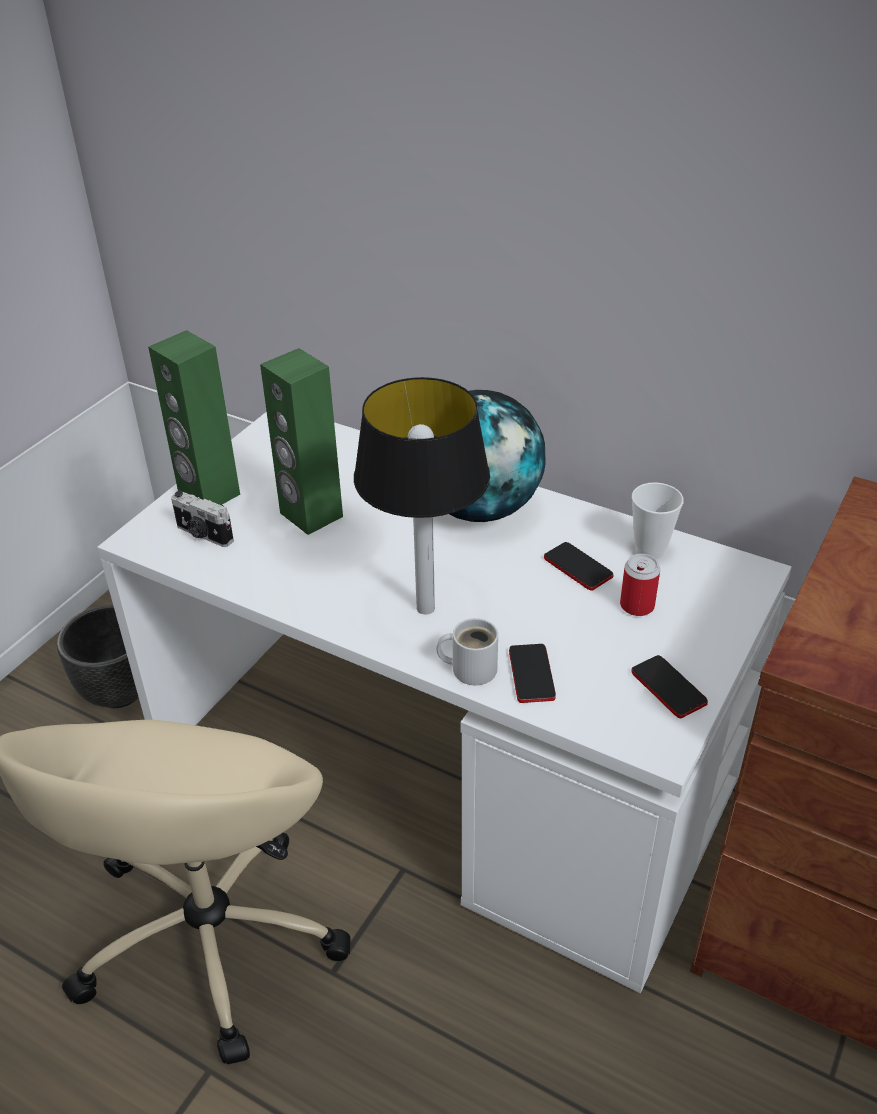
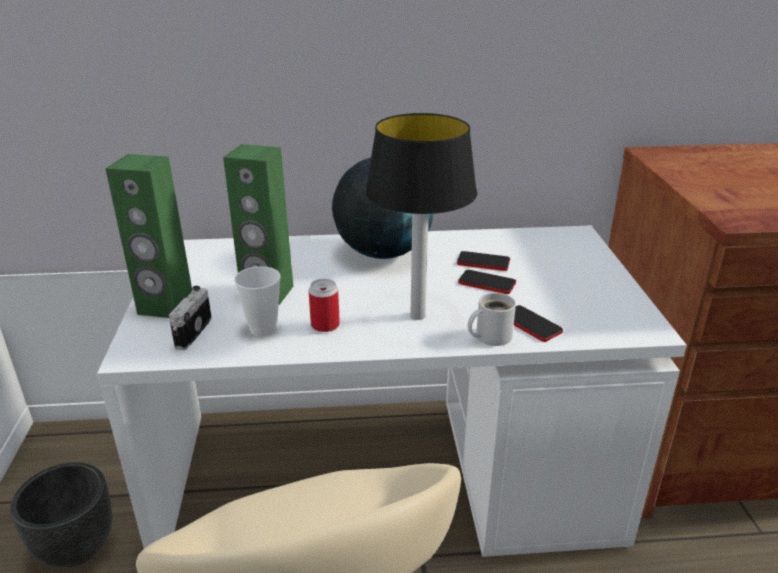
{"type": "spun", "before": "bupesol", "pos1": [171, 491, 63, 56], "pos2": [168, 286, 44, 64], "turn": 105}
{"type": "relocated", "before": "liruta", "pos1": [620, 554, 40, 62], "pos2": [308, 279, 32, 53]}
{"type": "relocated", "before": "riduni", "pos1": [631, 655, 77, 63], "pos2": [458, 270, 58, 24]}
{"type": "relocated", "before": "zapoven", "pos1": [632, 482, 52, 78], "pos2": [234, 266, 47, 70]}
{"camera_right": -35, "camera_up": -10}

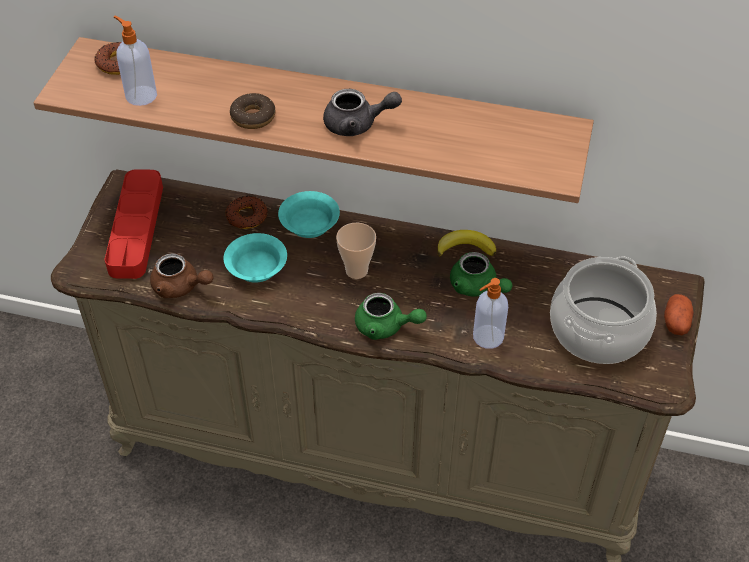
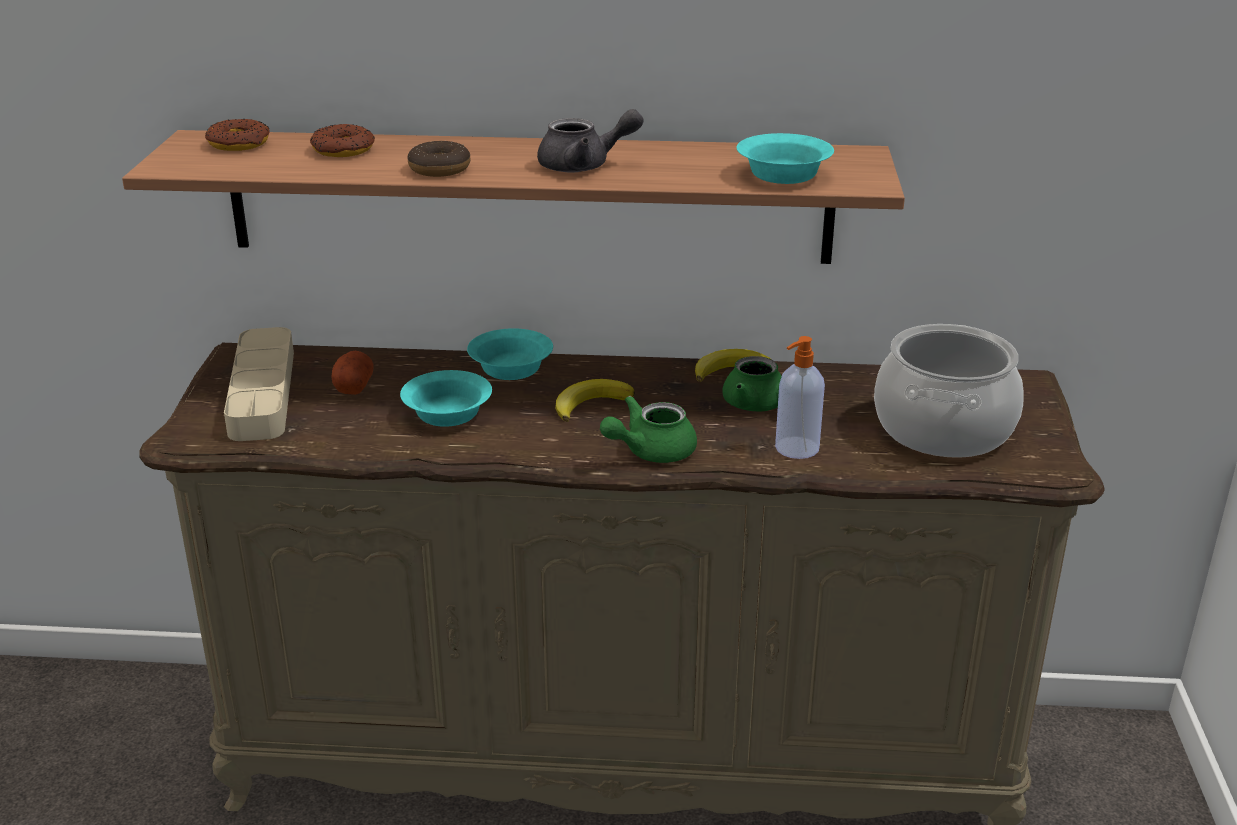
{"type": "colour", "before": "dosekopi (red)", "after": "dosekopi (beige)", "pos1": [104, 169, 59, 110], "pos2": [224, 327, 70, 114]}
{"type": "missing", "before": "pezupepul", "pos1": [114, 16, 43, 90]}
{"type": "missing", "before": "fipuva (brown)", "pos1": [150, 253, 64, 45]}
{"type": "relocated", "before": "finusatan", "pos1": [226, 196, 42, 33], "pos2": [310, 124, 65, 33]}
{"type": "exchanged", "before": "zapoven", "after": "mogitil", "pos1": [336, 223, 40, 56], "pos2": [555, 379, 80, 43]}
{"type": "spun", "before": "fipuva (green)", "pos1": [355, 293, 72, 47], "pos2": [600, 396, 97, 67], "turn": 135}
{"type": "relocated", "before": "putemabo", "pos1": [664, 294, 30, 41], "pos2": [332, 351, 42, 44]}
{"type": "appeared", "after": "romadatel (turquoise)", "pos2": [736, 133, 98, 51]}
{"camera_right": -10, "camera_up": -20}

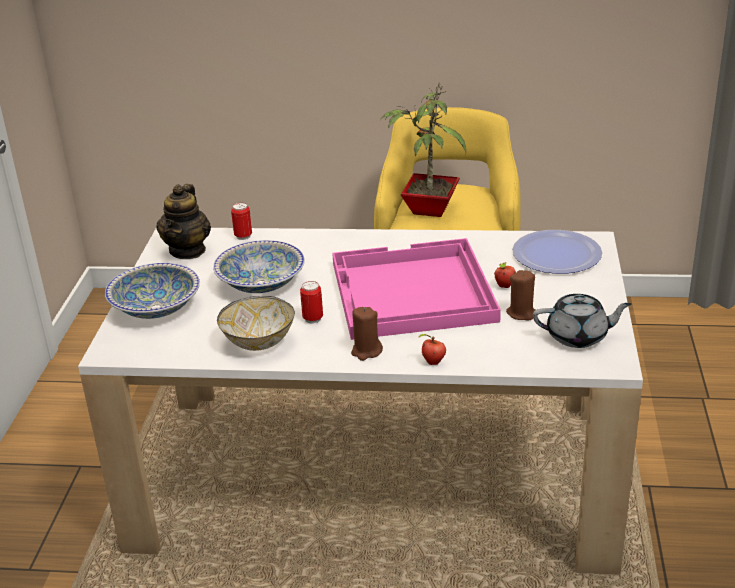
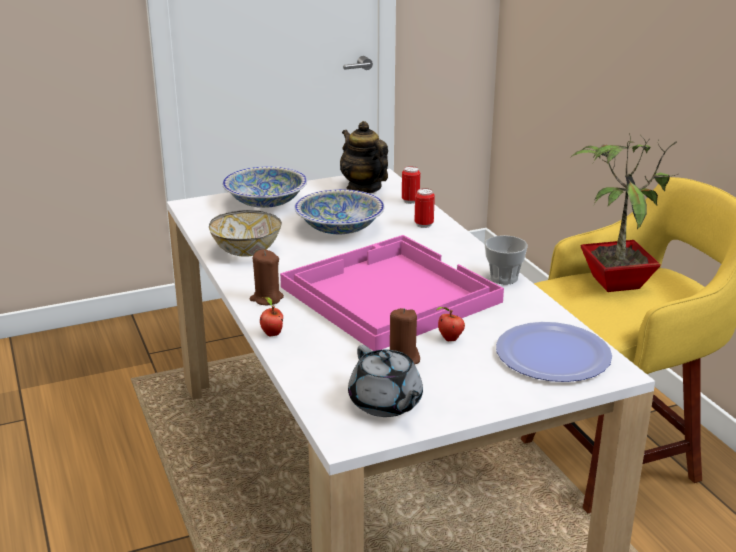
{"type": "spun", "before": "fipuva", "pos1": [156, 184, 55, 75], "pos2": [340, 121, 48, 72], "turn": 75}
{"type": "relocated", "before": "liruta", "pos1": [300, 281, 23, 42], "pos2": [415, 188, 20, 40]}
{"type": "appeared", "after": "zapoven", "pos2": [485, 235, 43, 49]}
{"camera_right": 60, "camera_up": -5}

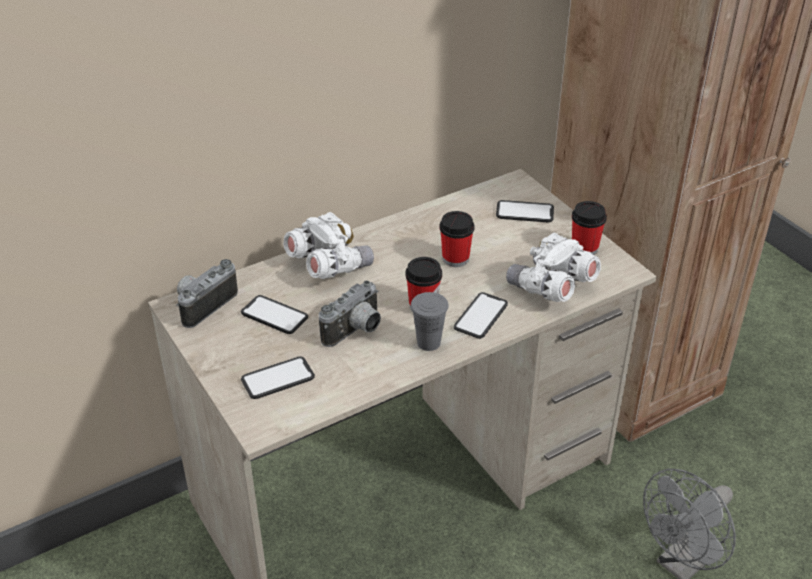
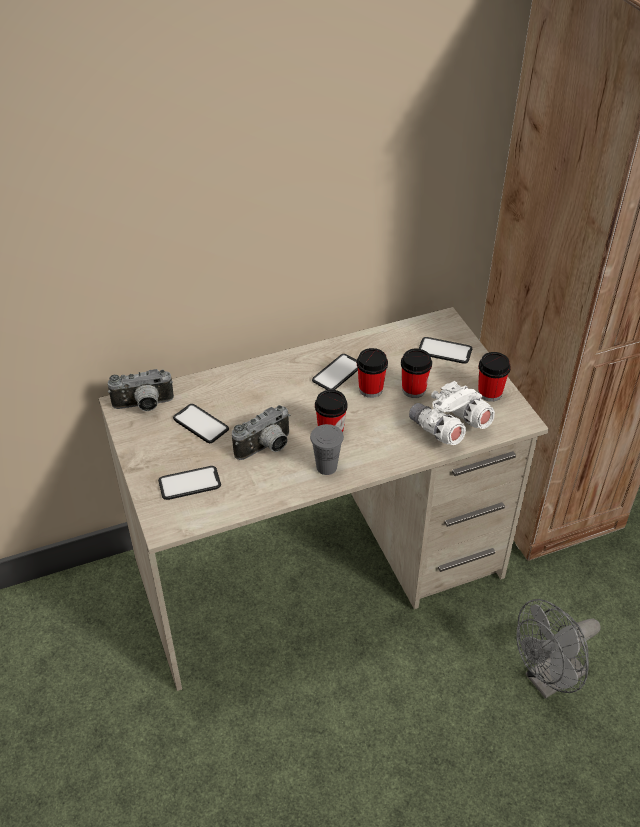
{"type": "spun", "before": "bupesol", "pos1": [176, 259, 62, 69], "pos2": [108, 369, 66, 42], "turn": -150}
{"type": "missing", "before": "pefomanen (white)", "pos1": [283, 212, 91, 67]}
{"type": "relocated", "before": "riduni", "pos1": [454, 292, 54, 47], "pos2": [312, 354, 46, 36]}
{"type": "appeared", "after": "zapoven", "pos2": [401, 349, 31, 49]}
{"camera_right": 10, "camera_up": 5}

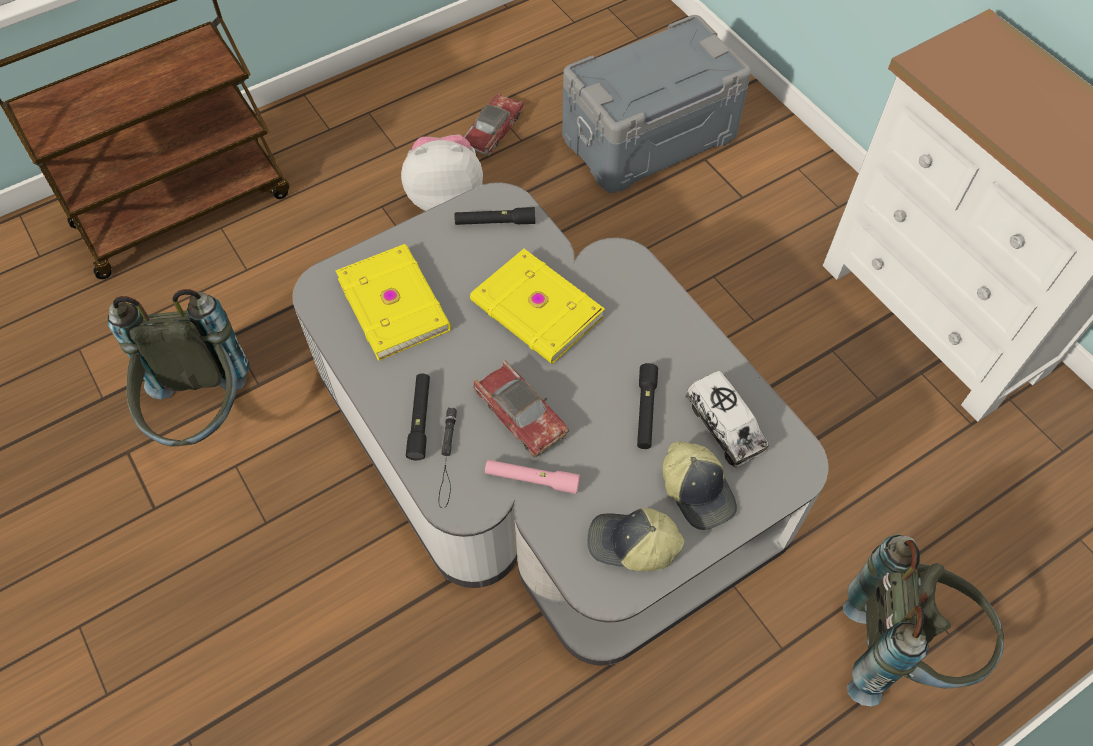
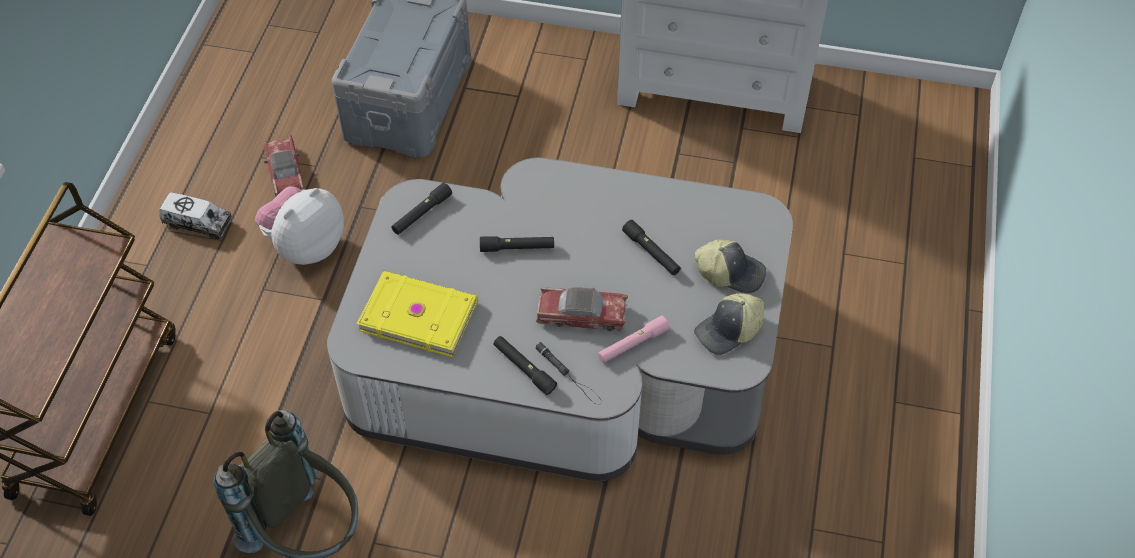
{"type": "exchanged", "before": "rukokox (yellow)", "after": "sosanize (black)", "pos1": [470, 249, 135, 115], "pos2": [480, 236, 74, 16]}
{"type": "relocated", "before": "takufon", "pos1": [686, 371, 83, 96], "pos2": [159, 192, 73, 48]}
{"type": "missing", "before": "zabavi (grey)", "pos1": [843, 535, 161, 172]}
{"camera_right": -45, "camera_up": -5}

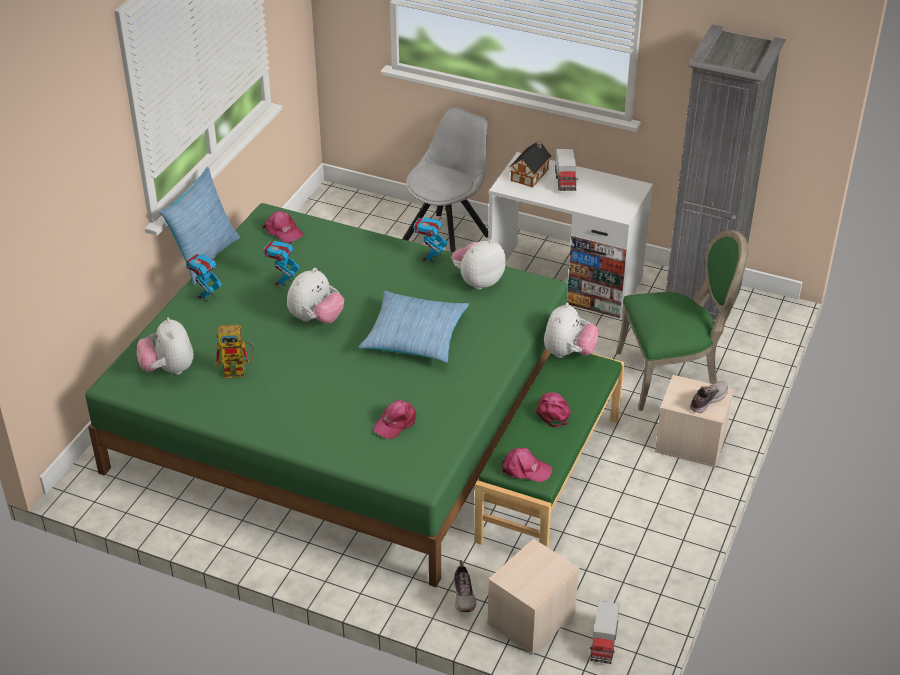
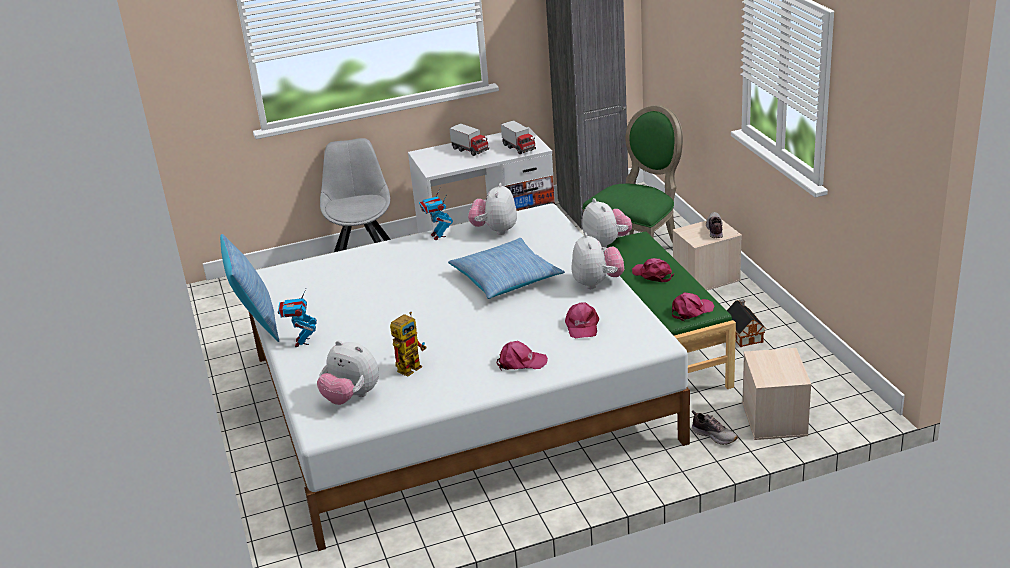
{"type": "colour", "before": "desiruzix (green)", "after": "desiruzix (white)", "pos1": [85, 203, 483, 384], "pos2": [248, 203, 442, 348]}
{"type": "relocated", "before": "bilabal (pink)", "pos1": [263, 211, 40, 32], "pos2": [496, 341, 52, 29]}
{"type": "missing", "before": "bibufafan", "pos1": [263, 238, 37, 48]}
{"type": "relocated", "before": "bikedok", "pos1": [287, 268, 57, 56], "pos2": [572, 232, 52, 57]}
{"type": "relocated", "before": "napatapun", "pos1": [510, 141, 42, 47], "pos2": [727, 299, 38, 48]}
{"type": "relocated", "before": "takufon", "pos1": [590, 601, 30, 63], "pos2": [501, 120, 35, 34]}
{"camera_right": -40, "camera_up": -10}

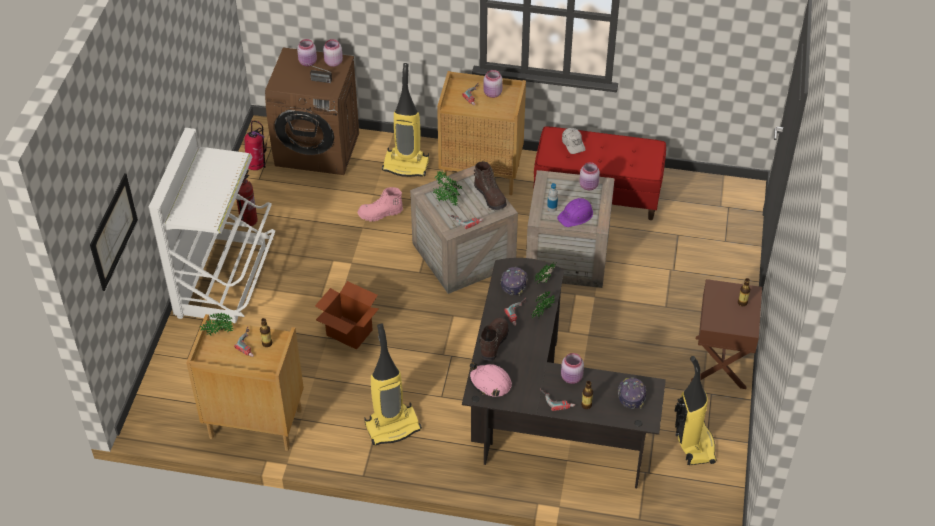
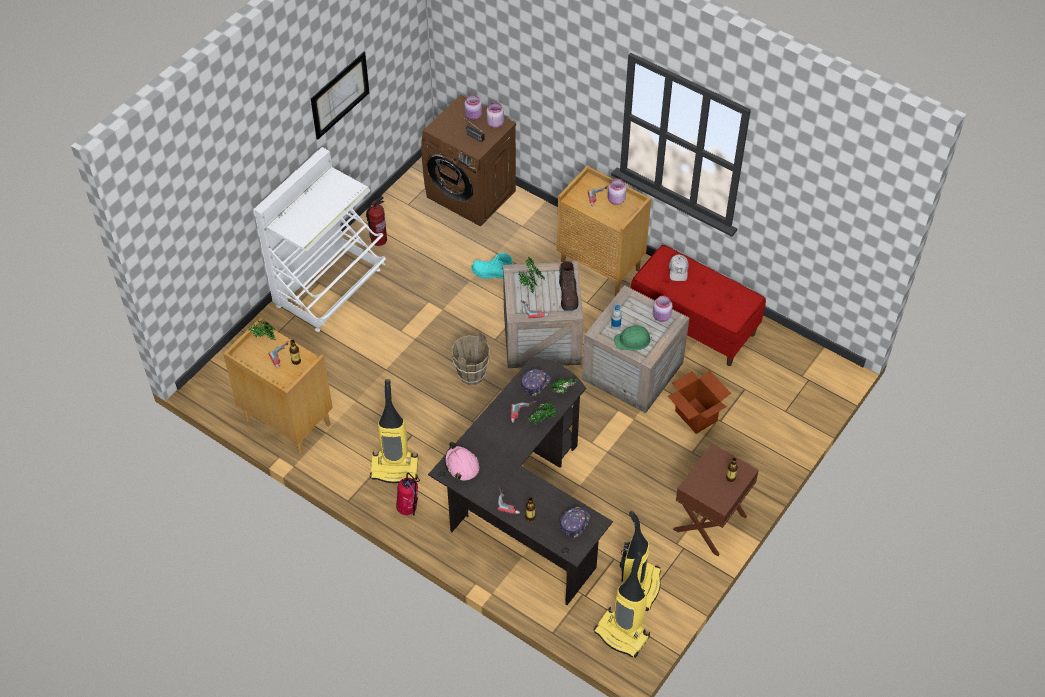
{"type": "relocated", "before": "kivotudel", "pos1": [90, 173, 48, 118], "pos2": [311, 52, 59, 88]}
{"type": "relocated", "before": "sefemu", "pos1": [244, 121, 23, 49], "pos2": [396, 473, 24, 43]}
{"type": "relocated", "before": "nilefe", "pos1": [315, 281, 64, 69], "pos2": [668, 370, 63, 64]}
{"type": "colour", "before": "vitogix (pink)", "after": "vitogix (turquoise)", "pos1": [358, 187, 45, 35], "pos2": [471, 253, 42, 26]}
{"type": "relocated", "before": "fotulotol", "pos1": [382, 63, 47, 114], "pos2": [594, 552, 56, 106]}
{"type": "missing", "before": "vitogix (brown)", "pos1": [479, 318, 30, 43]}
{"type": "colour", "before": "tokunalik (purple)", "after": "tokunalik (green)", "pos1": [557, 198, 36, 29], "pos2": [614, 326, 39, 25]}
{"type": "missing", "before": "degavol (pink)", "pos1": [561, 353, 23, 31]}
{"type": "appeared", "after": "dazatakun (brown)", "pos2": [451, 332, 39, 53]}
{"camera_right": 25, "camera_up": 5}

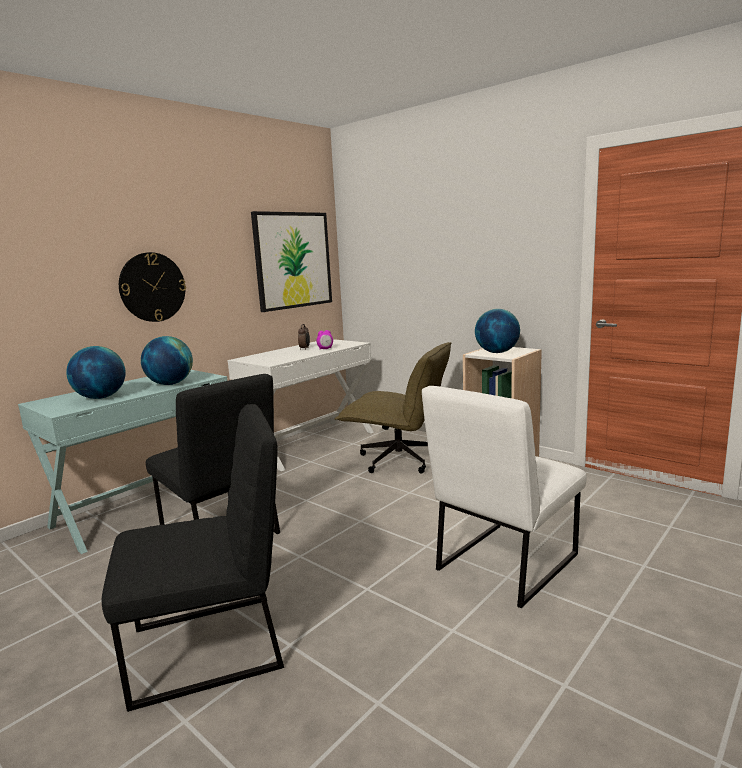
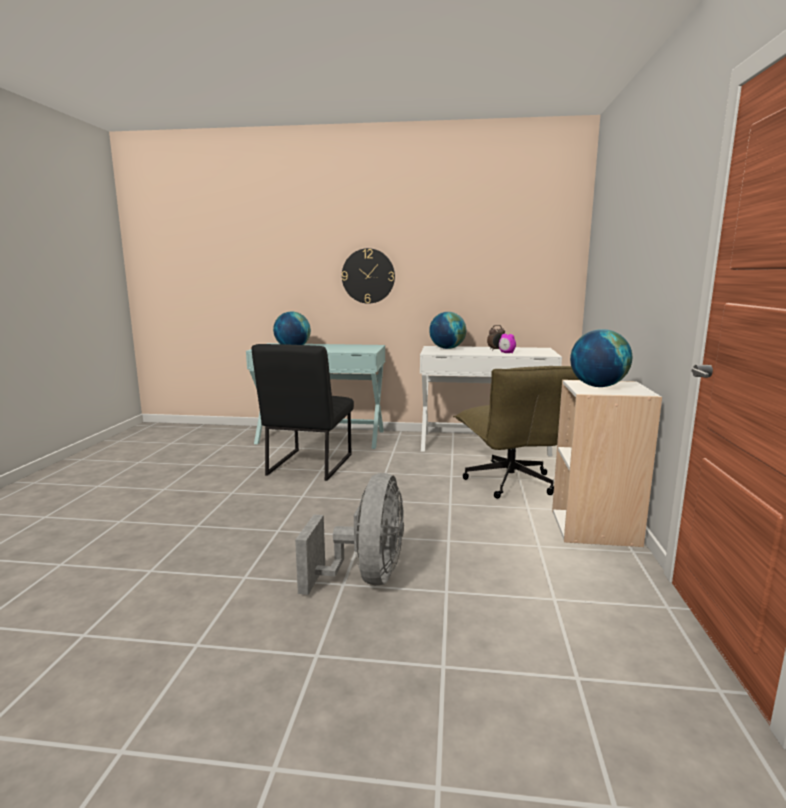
{"type": "missing", "before": "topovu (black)", "pos1": [102, 404, 182, 308]}
{"type": "relocated", "before": "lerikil", "pos1": [141, 336, 52, 49], "pos2": [429, 312, 37, 37]}
{"type": "missing", "before": "kivotudel", "pos1": [251, 211, 81, 101]}
{"type": "exchanged", "before": "topovu (white)", "after": "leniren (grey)", "pos1": [422, 386, 165, 222], "pos2": [295, 473, 109, 122]}
{"camera_right": 55, "camera_up": 0}

